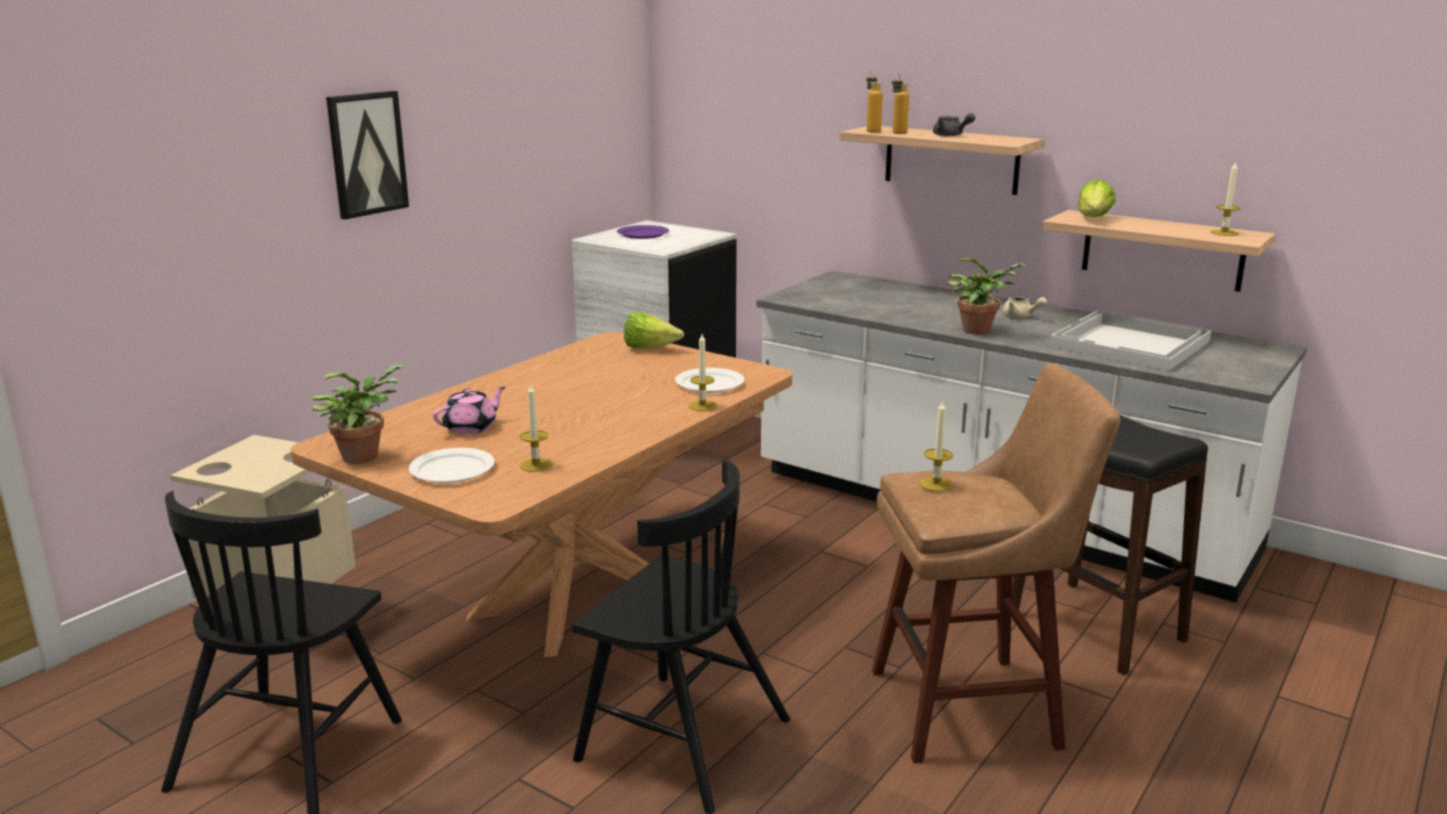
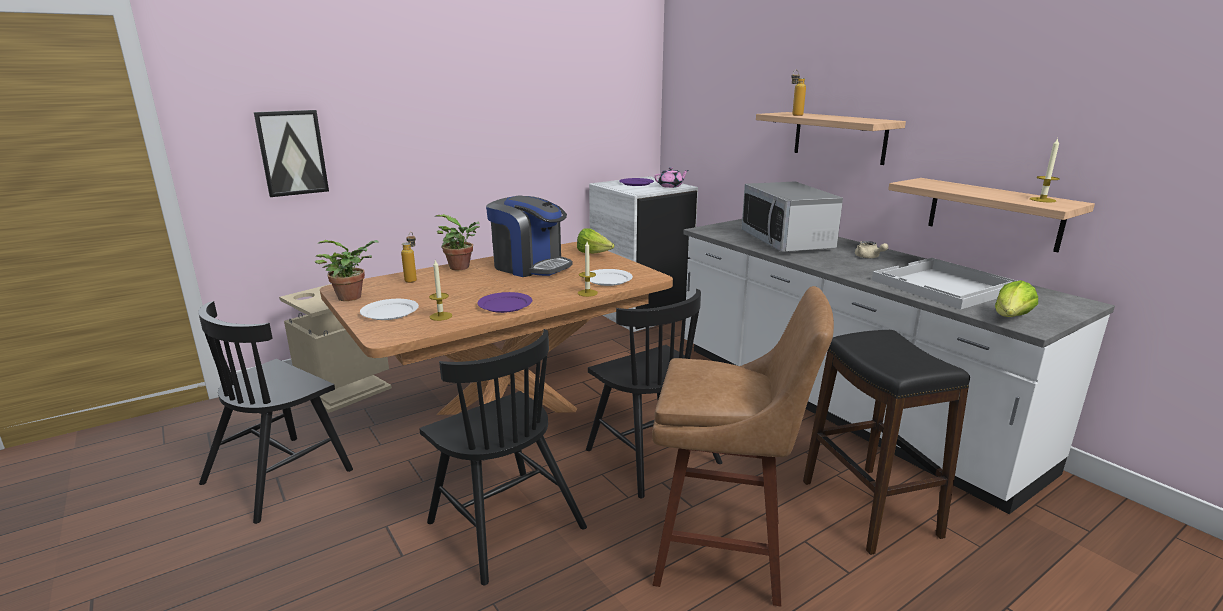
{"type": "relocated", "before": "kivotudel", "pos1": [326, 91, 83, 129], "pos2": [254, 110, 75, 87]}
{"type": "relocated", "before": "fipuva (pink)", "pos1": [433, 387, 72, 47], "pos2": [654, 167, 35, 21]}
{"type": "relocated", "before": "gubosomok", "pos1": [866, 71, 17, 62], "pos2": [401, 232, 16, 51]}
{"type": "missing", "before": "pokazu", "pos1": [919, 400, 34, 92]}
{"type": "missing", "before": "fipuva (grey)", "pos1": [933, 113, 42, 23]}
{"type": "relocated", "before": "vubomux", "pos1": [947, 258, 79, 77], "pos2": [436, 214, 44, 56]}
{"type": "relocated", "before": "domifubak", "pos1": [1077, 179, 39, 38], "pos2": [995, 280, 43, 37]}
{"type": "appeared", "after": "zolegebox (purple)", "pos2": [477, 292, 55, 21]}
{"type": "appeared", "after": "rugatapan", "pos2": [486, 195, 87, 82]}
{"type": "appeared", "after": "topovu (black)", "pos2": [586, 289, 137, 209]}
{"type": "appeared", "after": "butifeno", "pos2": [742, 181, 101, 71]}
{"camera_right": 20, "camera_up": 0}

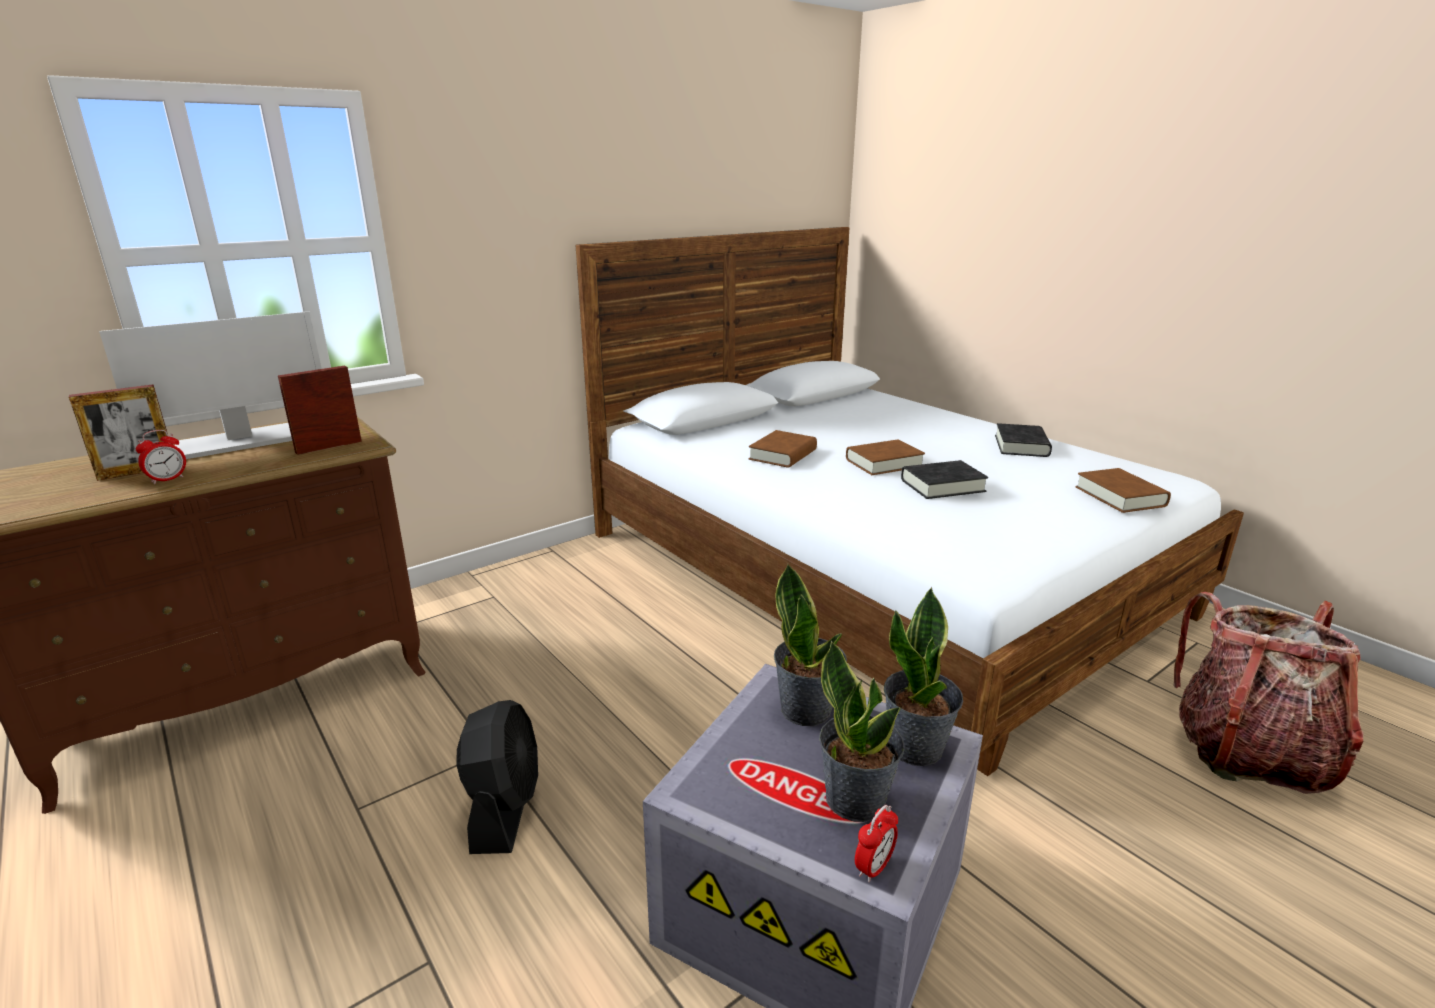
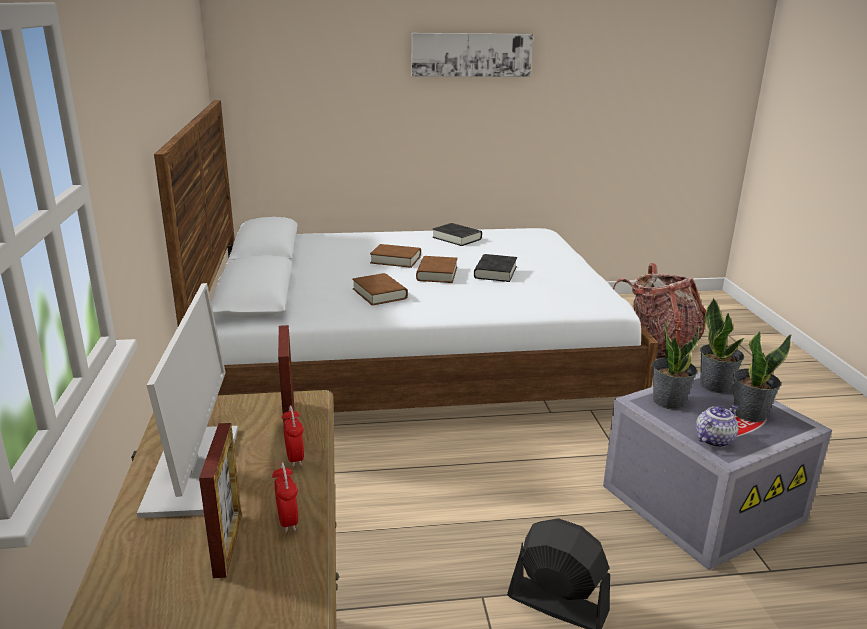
{"type": "relocated", "before": "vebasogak", "pos1": [855, 805, 43, 78], "pos2": [282, 405, 22, 62]}
{"type": "relocated", "before": "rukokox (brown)", "pos1": [1075, 468, 96, 45], "pos2": [370, 244, 51, 24]}
{"type": "appeared", "after": "kivotudel", "pos2": [412, 33, 121, 44]}
{"type": "appeared", "after": "fipuva", "pos2": [696, 405, 42, 43]}
{"camera_right": -60, "camera_up": 0}

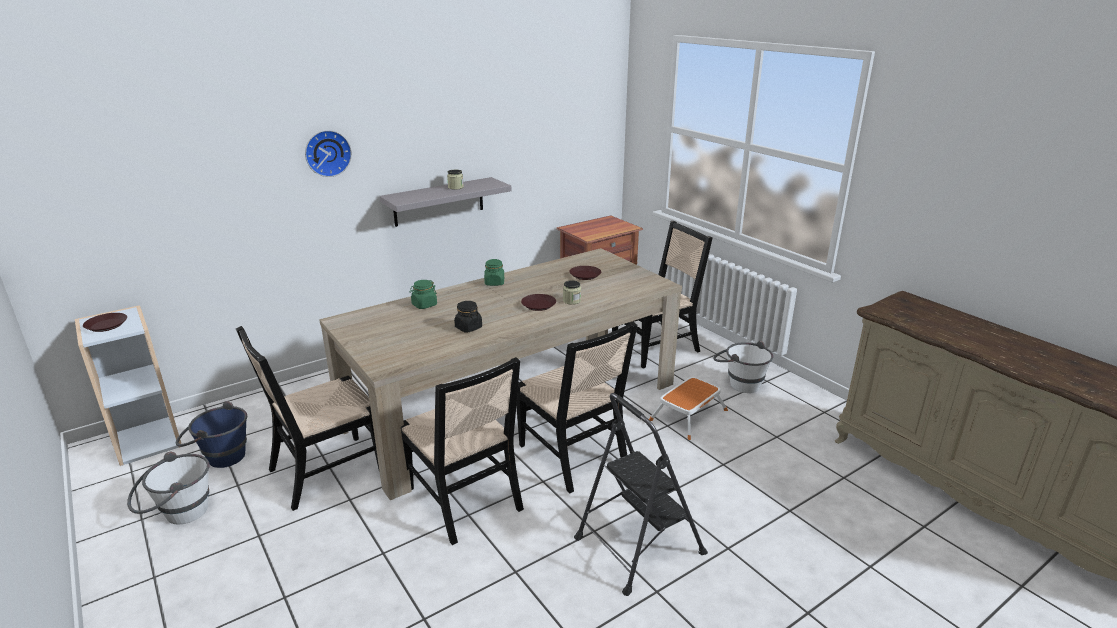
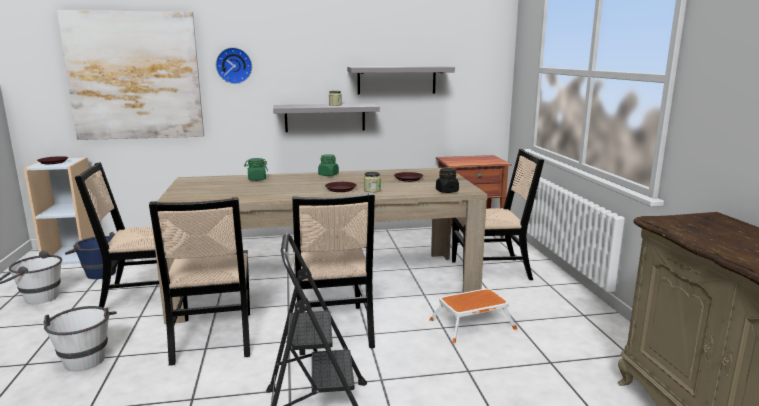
{"type": "relocated", "before": "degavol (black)", "pos1": [454, 301, 28, 31], "pos2": [436, 168, 23, 25]}
{"type": "relocated", "before": "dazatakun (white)", "pos1": [713, 340, 60, 53], "pos2": [43, 306, 74, 65]}
{"type": "appeared", "after": "kivotudel", "pos2": [57, 10, 147, 130]}
{"type": "appeared", "after": "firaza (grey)", "pos2": [347, 66, 108, 28]}
{"camera_right": 25, "camera_up": -10}

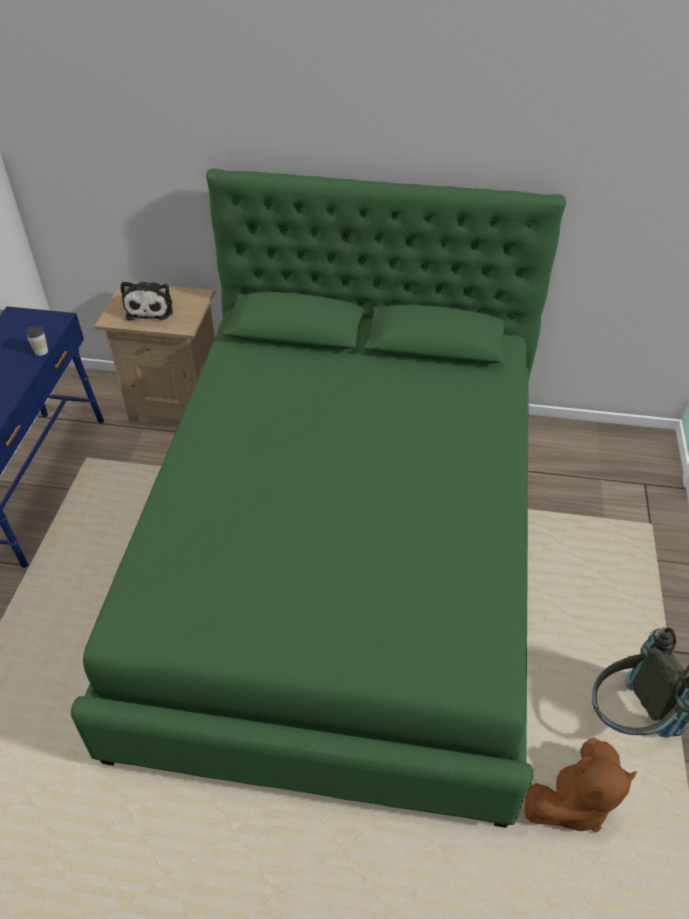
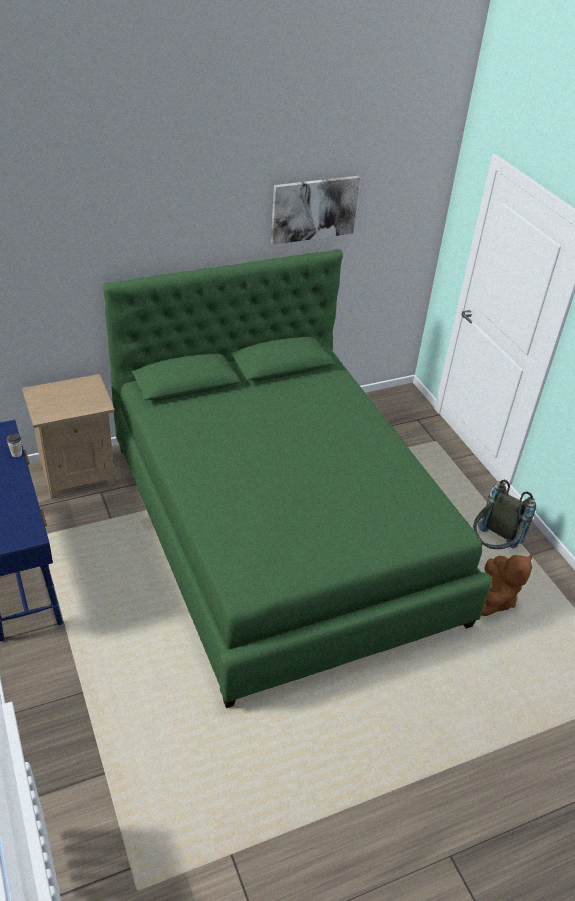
{"type": "missing", "before": "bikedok", "pos1": [120, 281, 53, 39]}
{"type": "appeared", "after": "kivotudel", "pos2": [271, 176, 89, 69]}
{"camera_right": -35, "camera_up": -5}

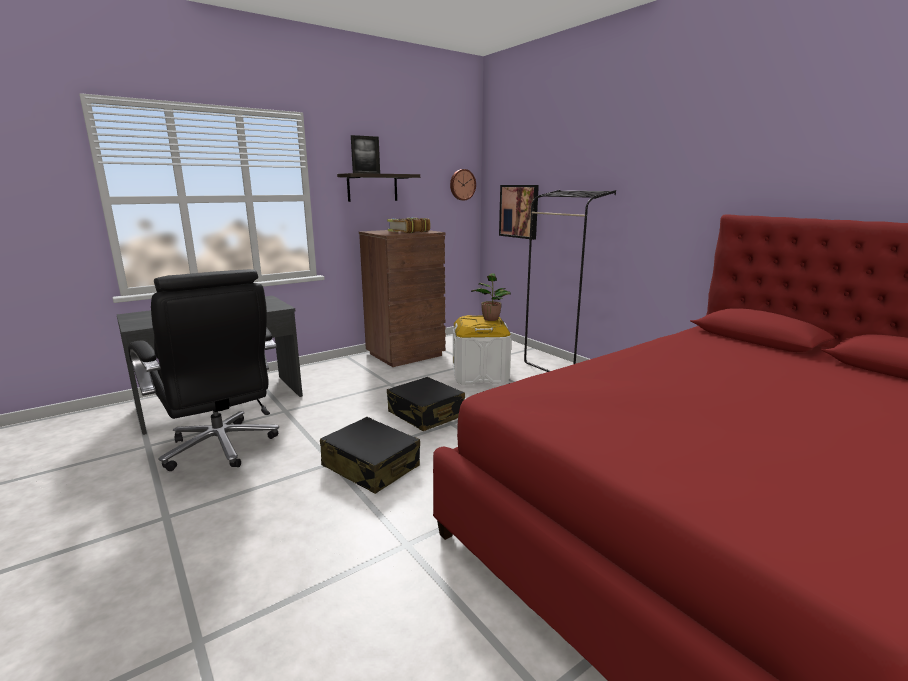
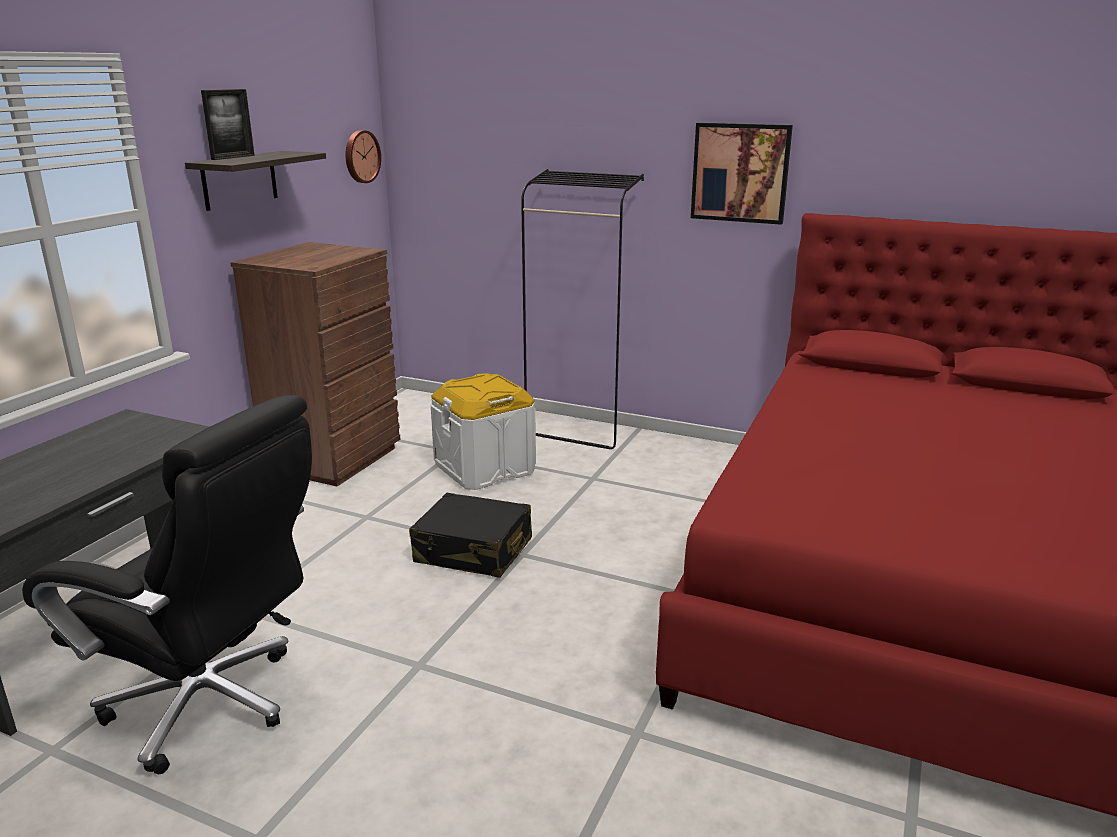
{"type": "missing", "before": "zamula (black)", "pos1": [320, 417, 100, 77]}
{"type": "missing", "before": "rukokox", "pos1": [387, 218, 43, 15]}
{"type": "missing", "before": "vubomux", "pos1": [471, 273, 40, 48]}
{"type": "relocated", "before": "kivotudel", "pos1": [499, 185, 40, 55], "pos2": [691, 123, 102, 102]}
{"camera_right": -30, "camera_up": 5}

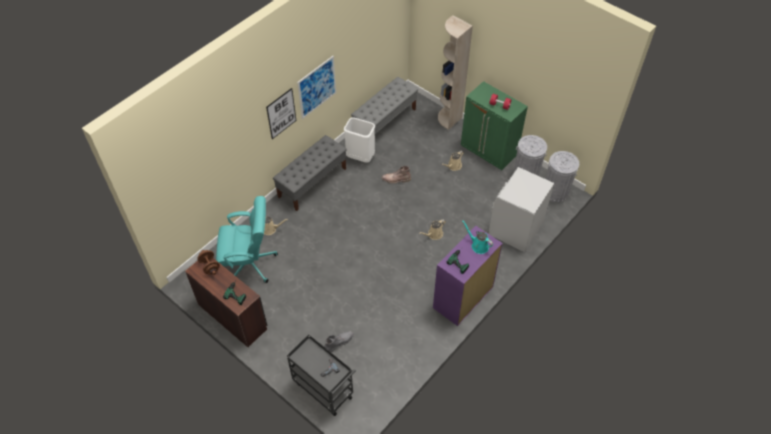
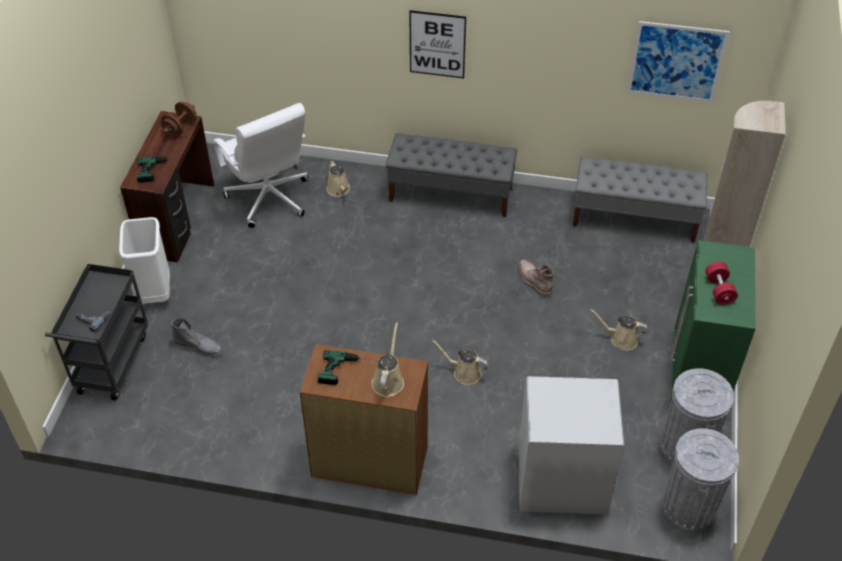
{"type": "colour", "before": "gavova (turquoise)", "after": "gavova (white)", "pos1": [216, 196, 62, 87], "pos2": [213, 103, 95, 125]}
{"type": "relocated", "before": "kivotudel", "pos1": [297, 56, 39, 63], "pos2": [627, 21, 103, 82]}
{"type": "relocated", "before": "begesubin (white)", "pos1": [344, 118, 31, 45], "pos2": [119, 217, 51, 87]}
{"type": "colour", "before": "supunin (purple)", "after": "supunin (brown)", "pos1": [433, 226, 70, 100], "pos2": [300, 344, 128, 151]}
{"type": "colour", "before": "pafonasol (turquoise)", "after": "pafonasol (beige)", "pos1": [462, 221, 31, 33], "pos2": [372, 322, 32, 75]}
{"camera_right": 60, "camera_up": -5}

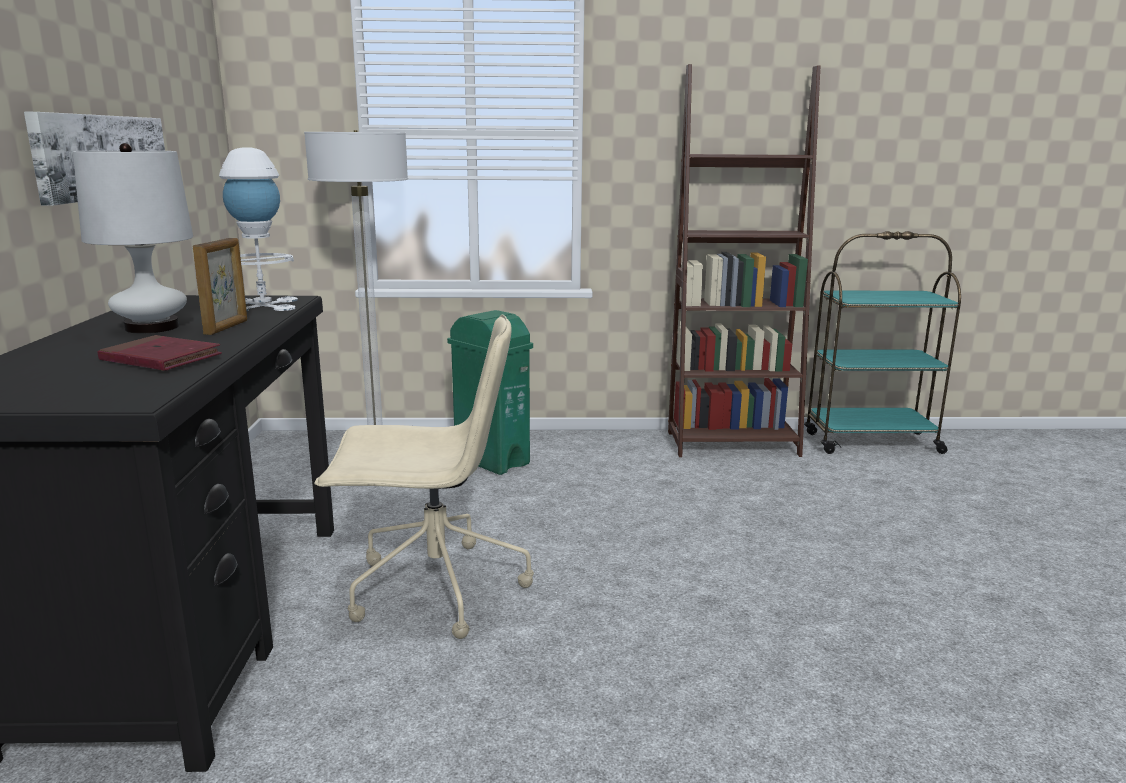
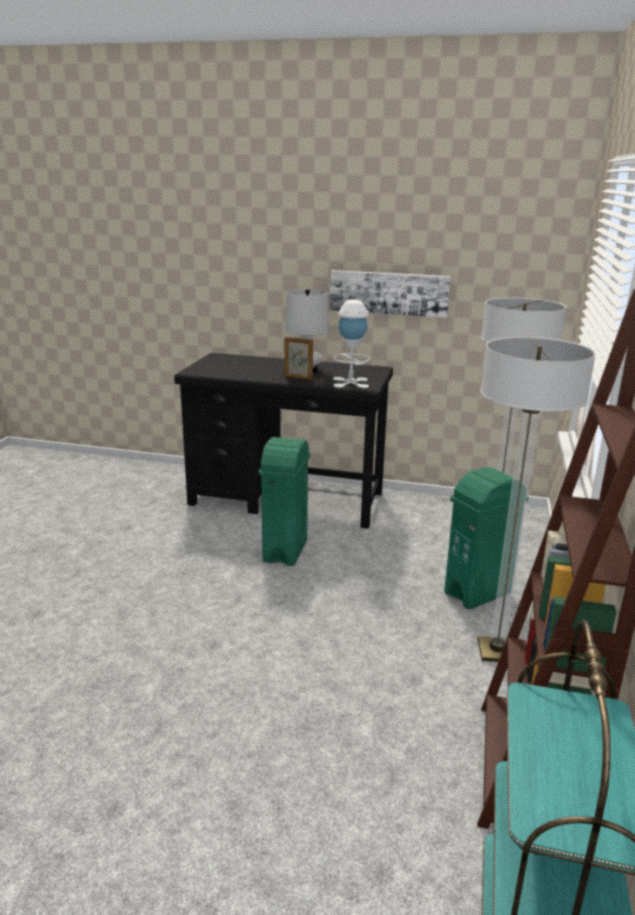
{"type": "missing", "before": "rukokox (red)", "pos1": [97, 335, 125, 36]}
{"type": "exchanged", "before": "gavova (beige)", "after": "begesubin (green)", "pos1": [315, 314, 219, 325], "pos2": [259, 437, 51, 129]}
{"type": "appeared", "after": "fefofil", "pos2": [477, 337, 119, 325]}
{"camera_right": 105, "camera_up": 5}

